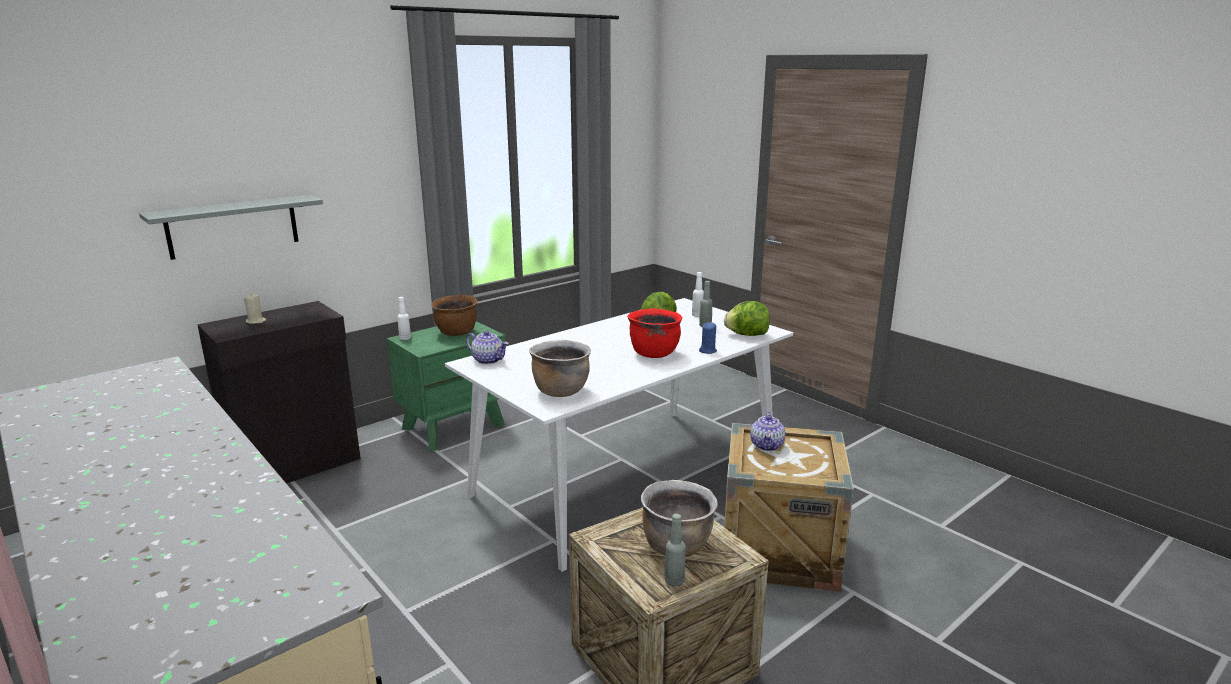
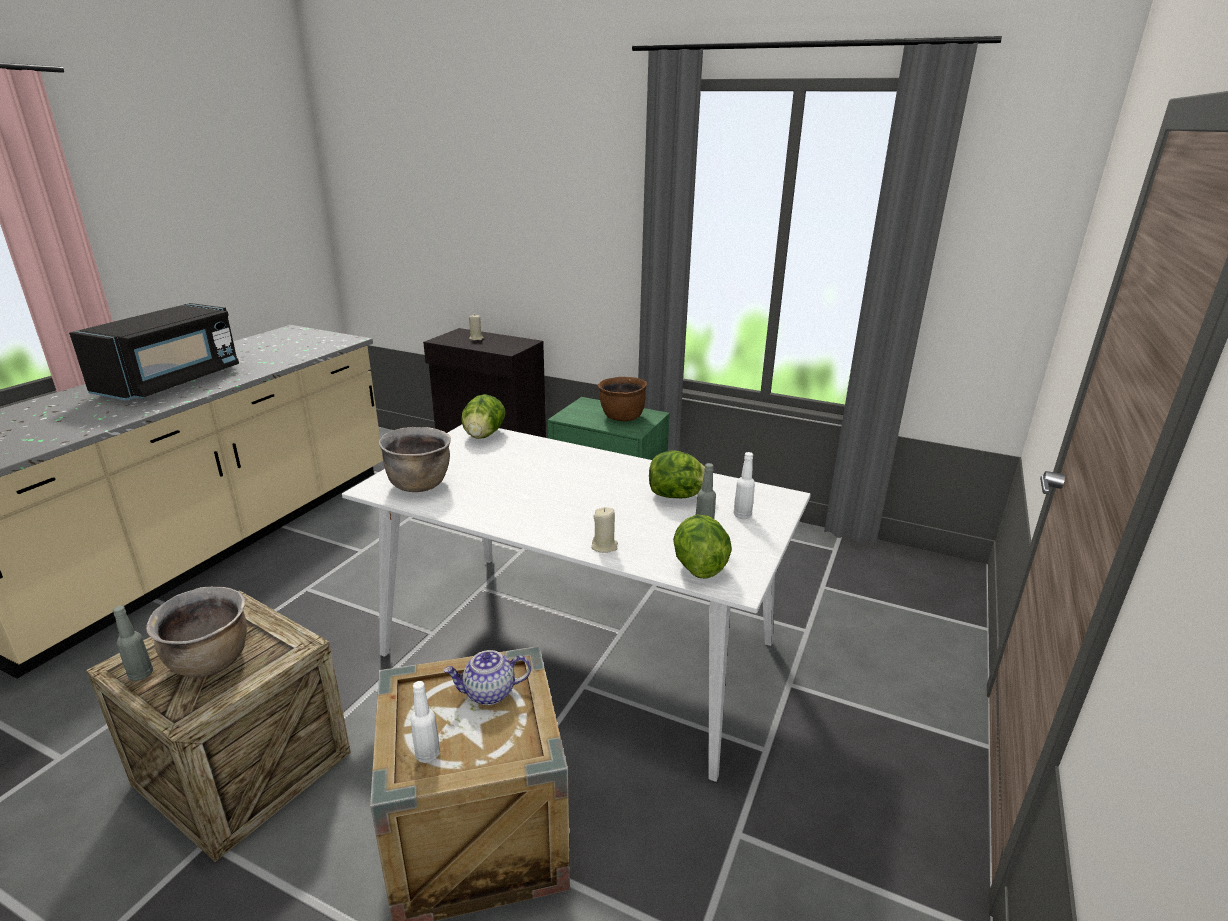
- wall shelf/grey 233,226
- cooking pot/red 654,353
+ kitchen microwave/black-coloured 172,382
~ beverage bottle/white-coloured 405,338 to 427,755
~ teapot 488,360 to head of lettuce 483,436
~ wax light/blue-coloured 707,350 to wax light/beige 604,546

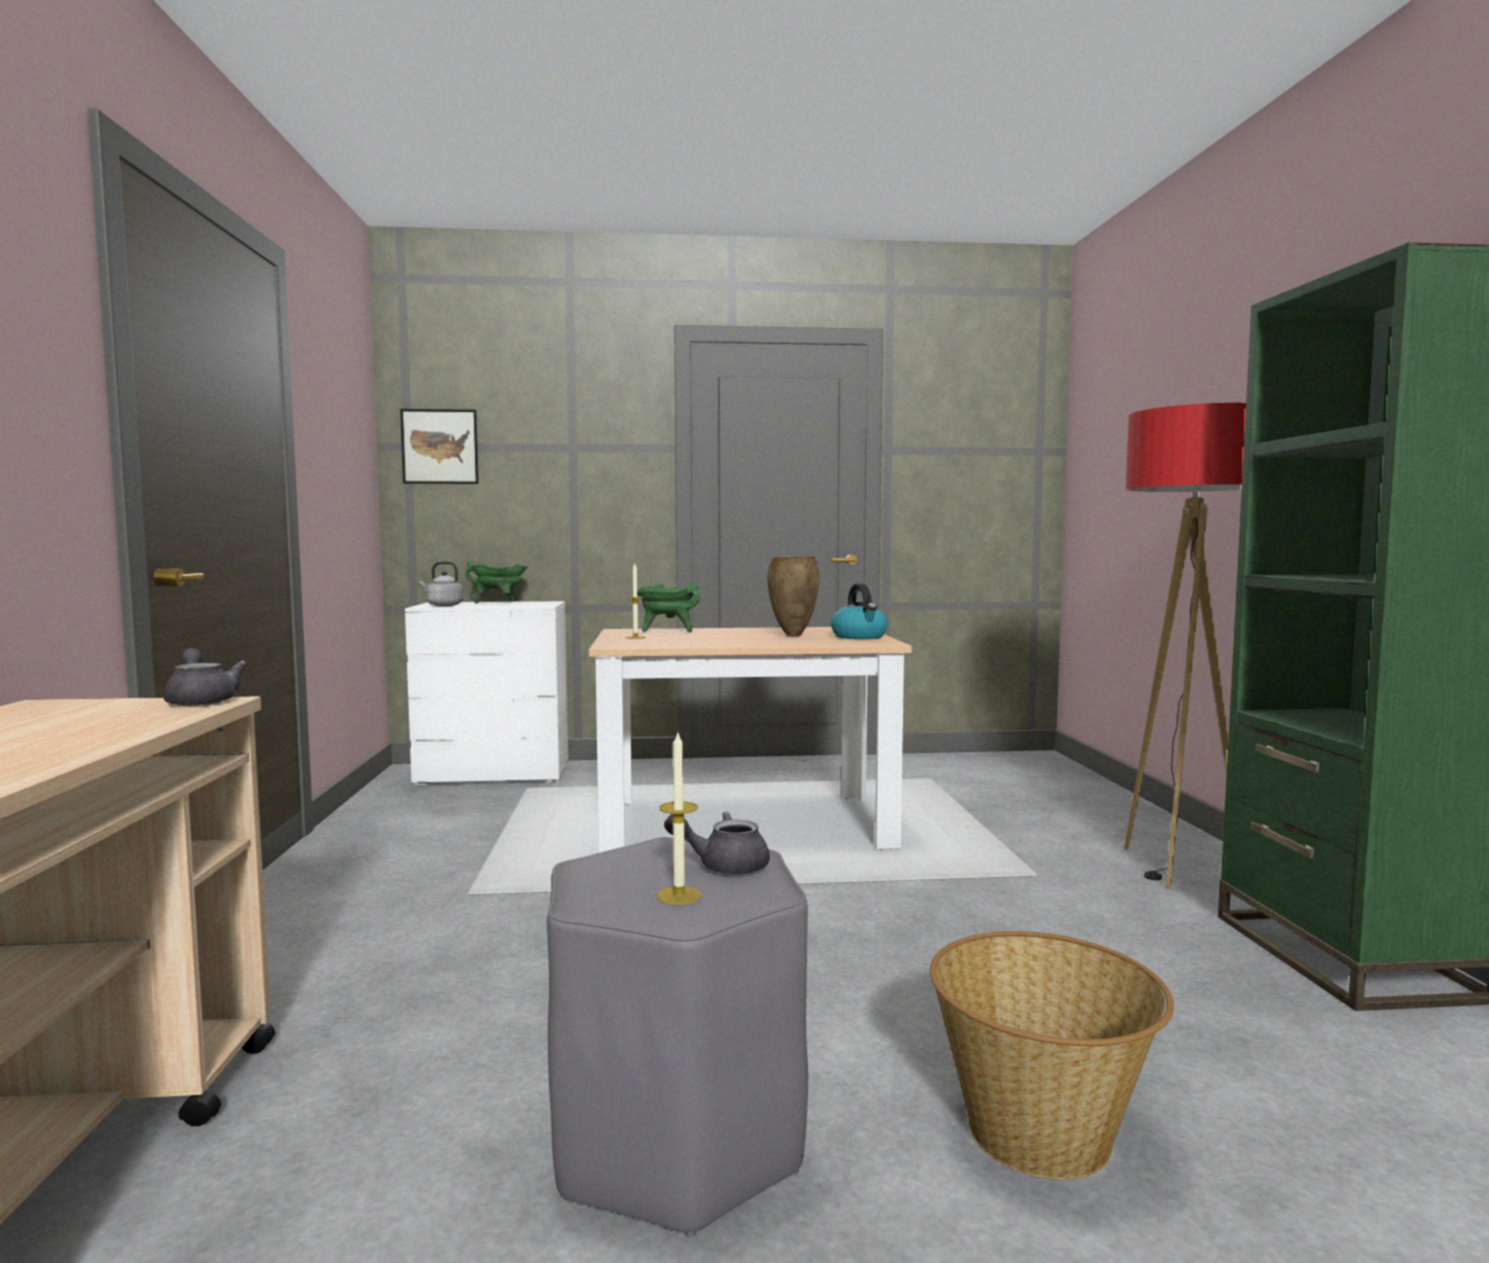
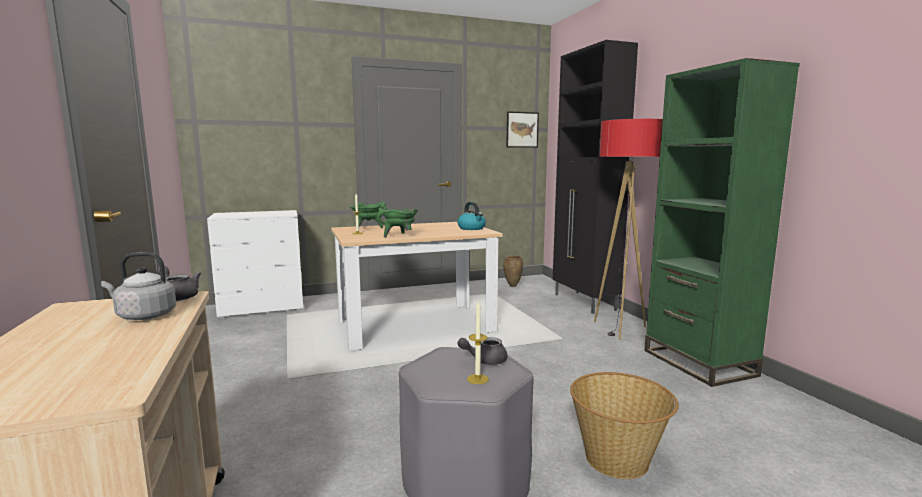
+ storage cabinet/black-coloured 584,302
~ wall picture 440,446 to 522,129
~ water kettle/grey 443,605 to 144,316
~ cooking pot/greenish 499,603 to 399,236
~ vase/brown-coloured 792,635 to 512,286

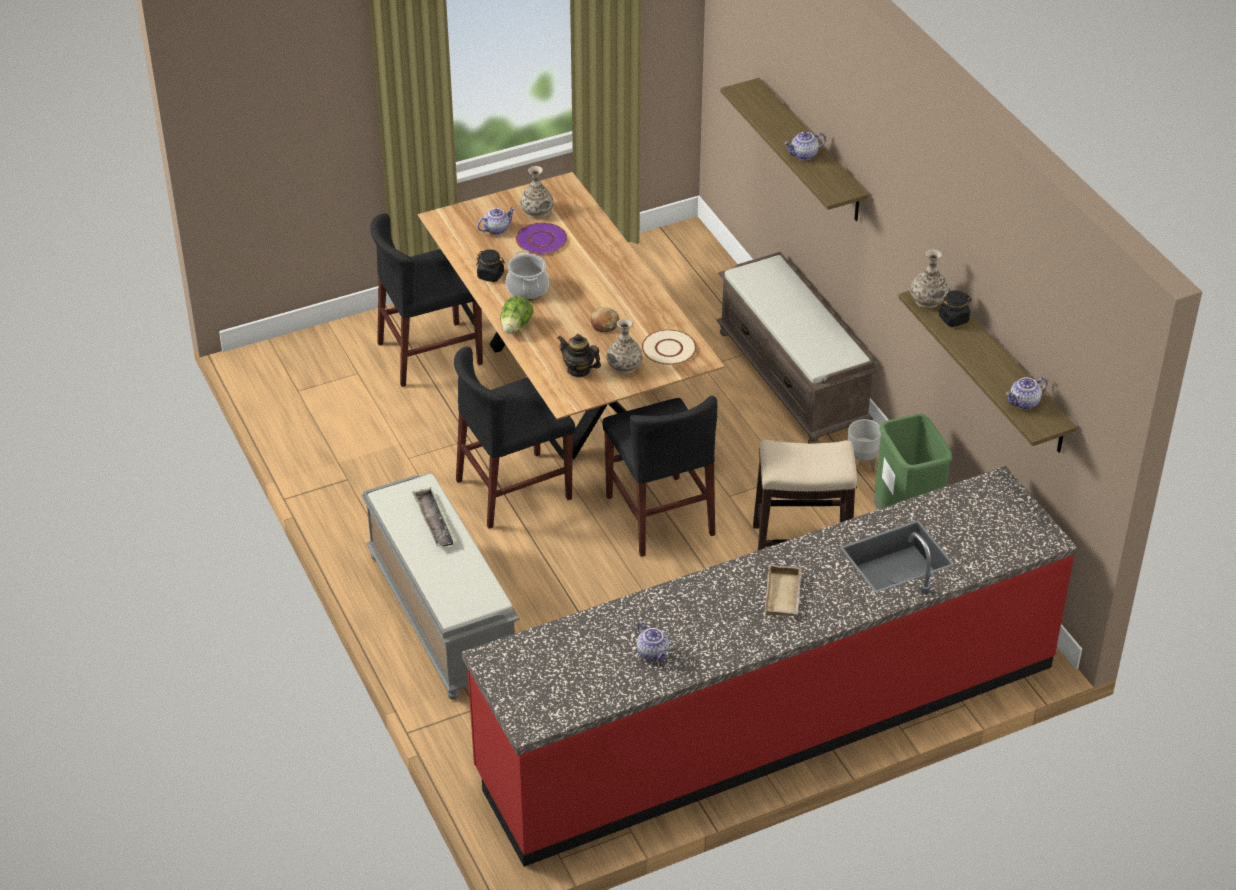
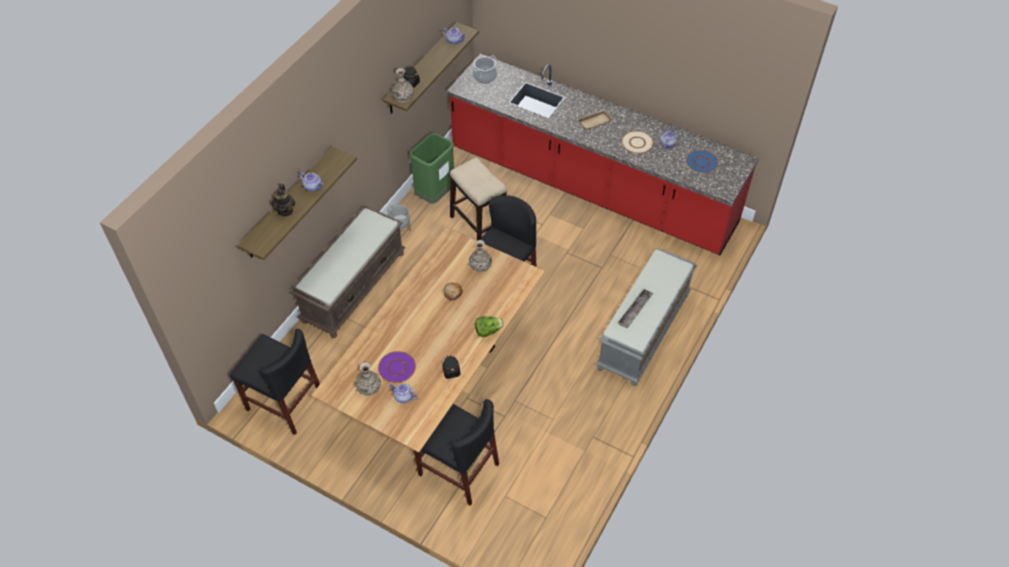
+ plate/blue-coloured 701,162
~ plain chair/black-coloured 514,489 to 285,402
~ cooking pot 527,289 to 485,76
~ teapot 579,370 to 285,210
~ plate/beige 668,348 to 637,143

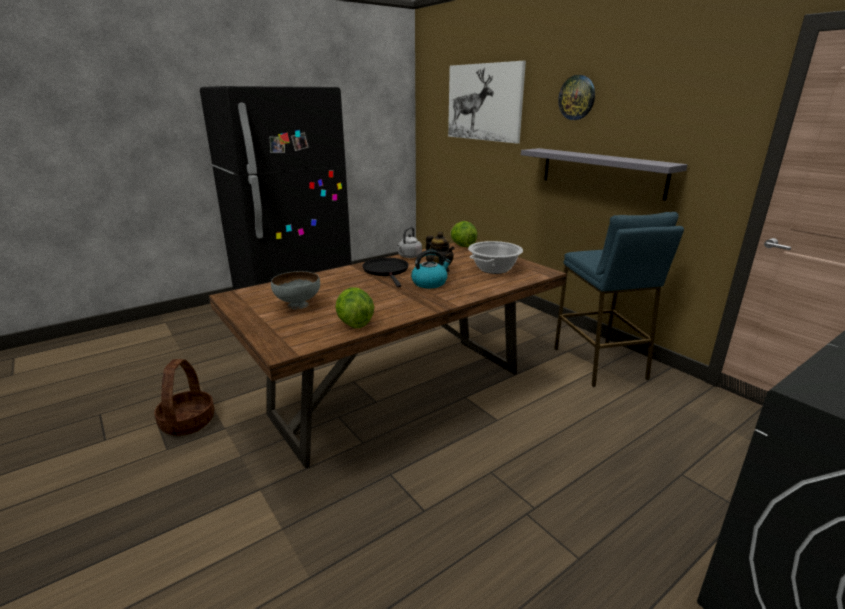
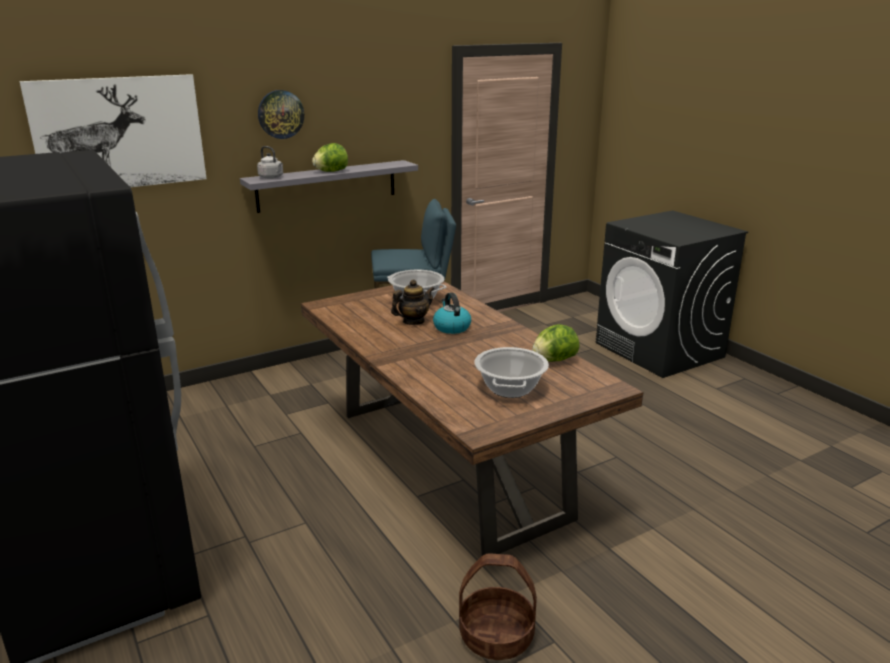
- pan/black-coloured 386,271
~ water kettle/grey 409,256 to 272,177
~ head of lettuce 462,246 to 331,171
~ serving bowl/grey 298,305 to cooking pot 510,389

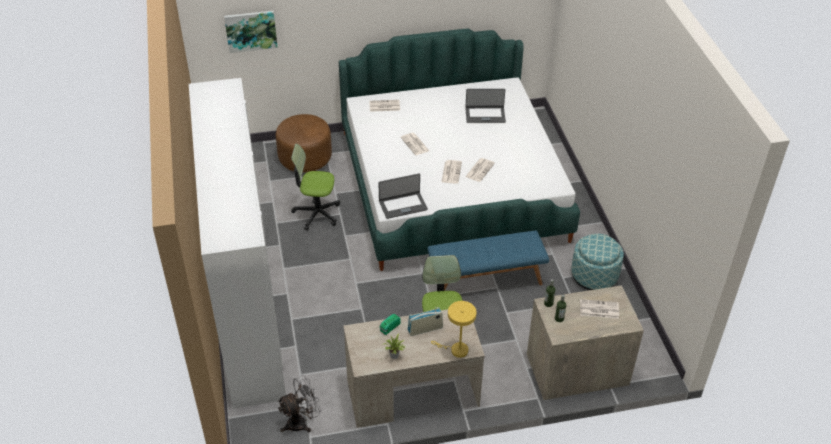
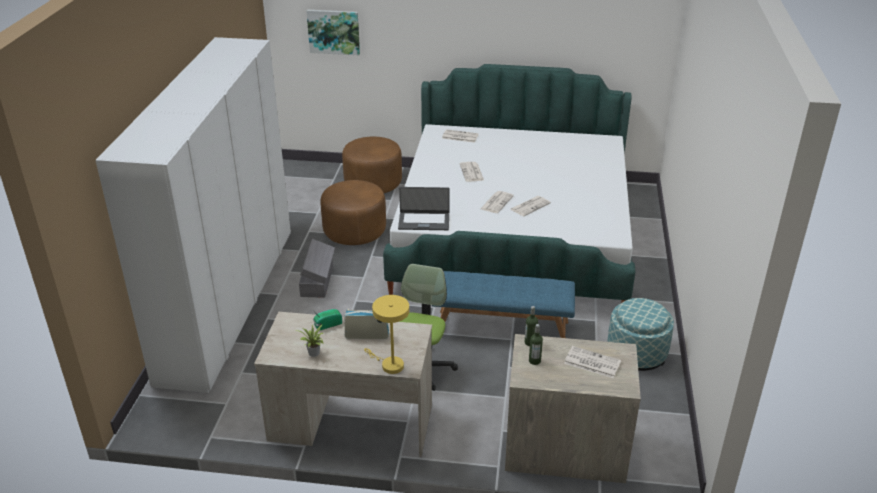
- fan/grey 301,422
- notebook computer 485,115
+ storage box/grey 318,281
~ computer chair 317,213 to pouffe/brown-coloured 354,231

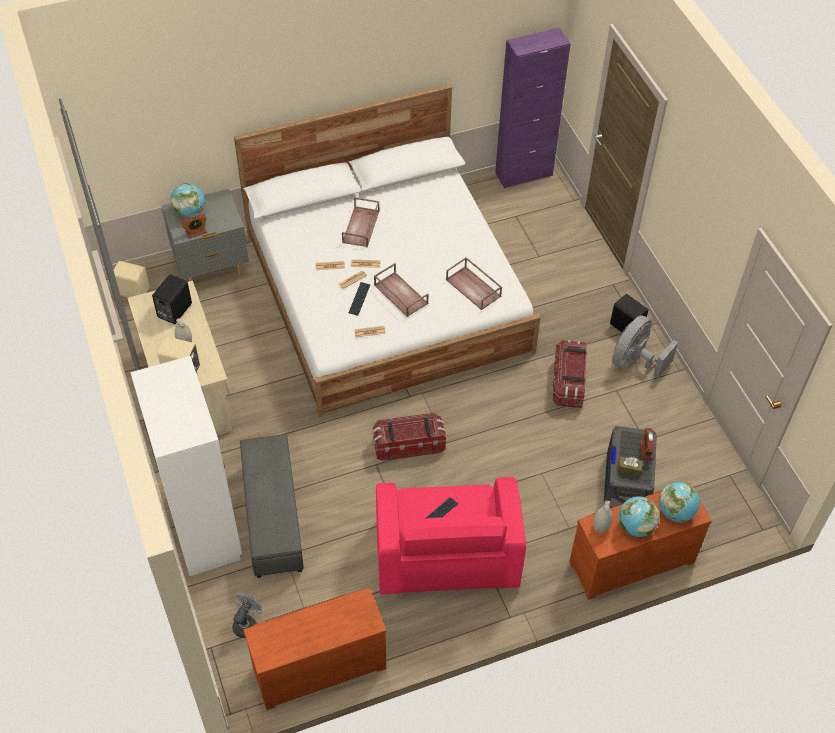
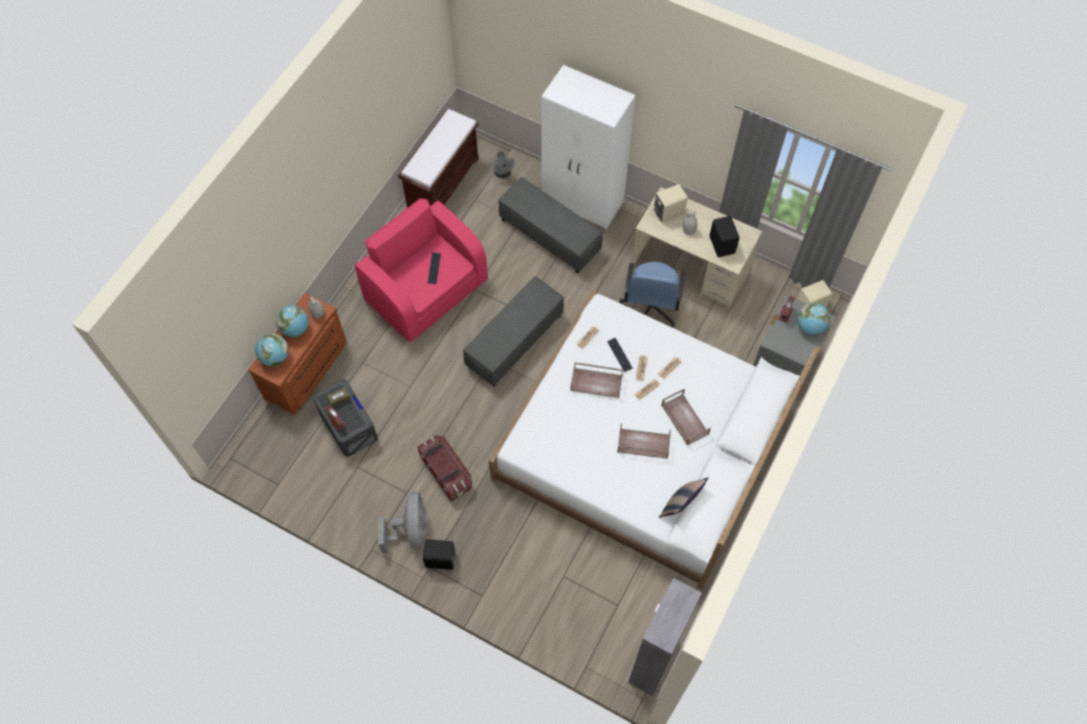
+ computer chair/blue-coloured 650,308
+ throw pillow 680,505
~ carrying tray/brown-coloured 474,288 to 643,444
~ drawer chest/brown-coloured 318,665 to bench/brown-coloured 443,182
~ storage box 408,445 to pouffe/grey 514,340
~ storage cabinet/purple-coloured 524,174 to storage cabinet/grey 653,662

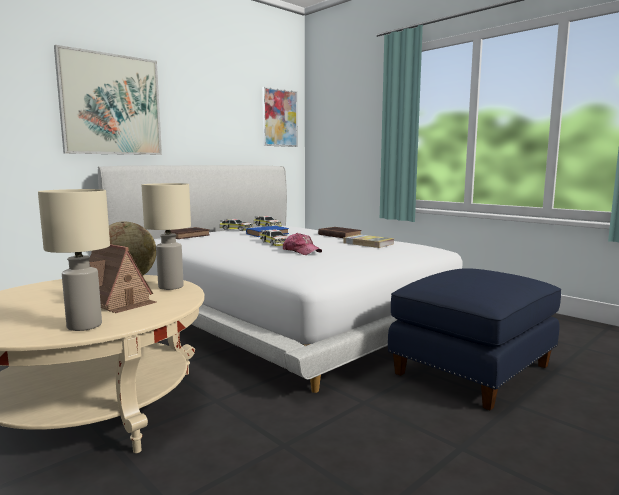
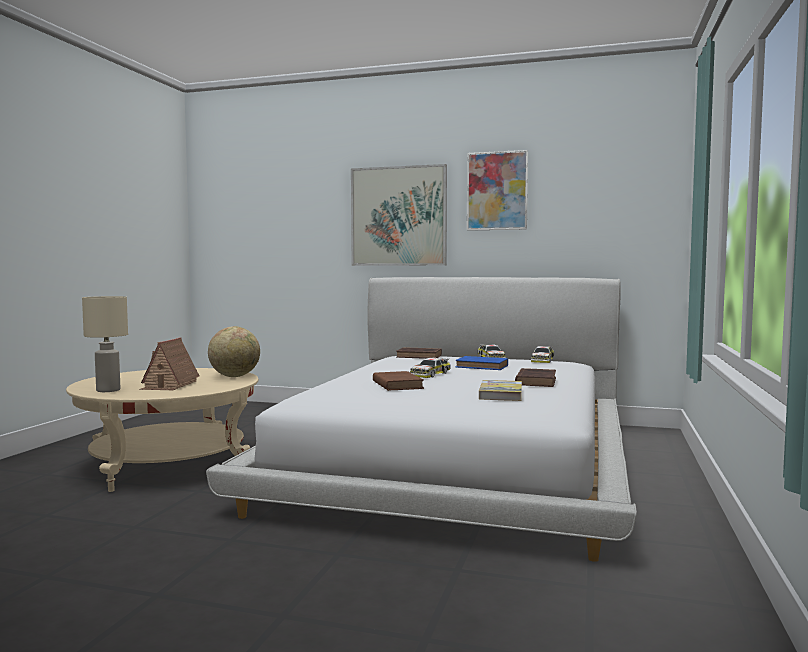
- lamp for a table/beige 170,287
- pouffe/blue-coloured 471,369
~ wall picture 279,118 to 497,191
~ baseball cap 301,251 to bound book/brown-coloured 397,384

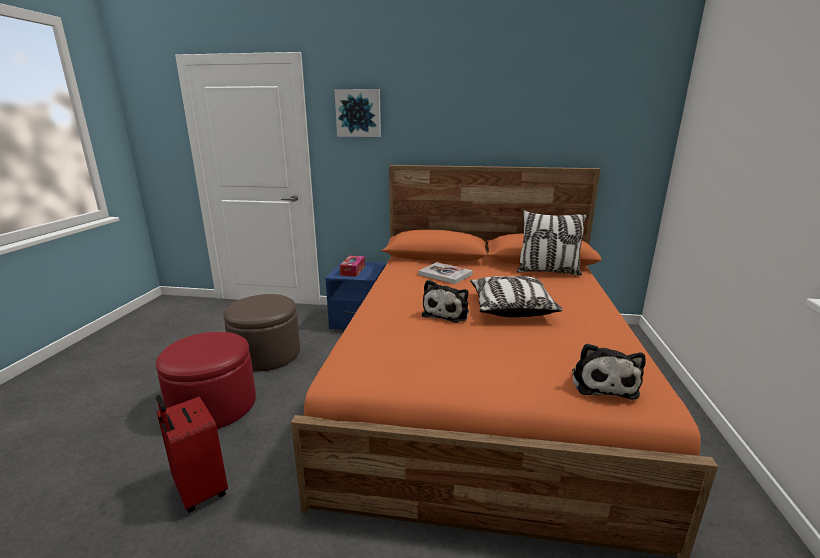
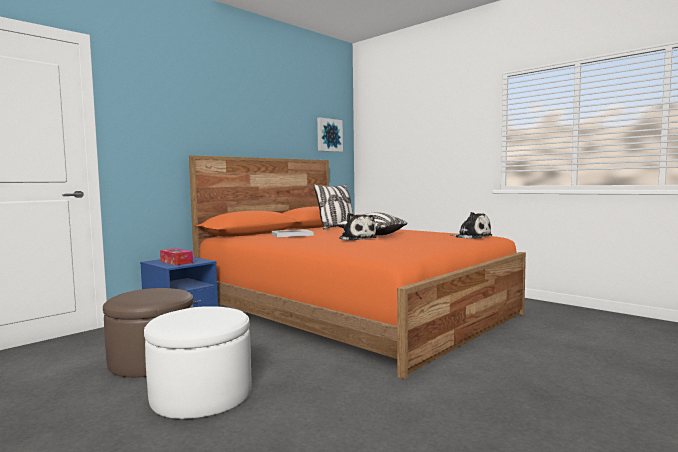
- piece of luggage/red 199,491
~ wall picture 358,113 to 329,135
~ pouffe/red 213,405 to pouffe/white-coloured 201,395

